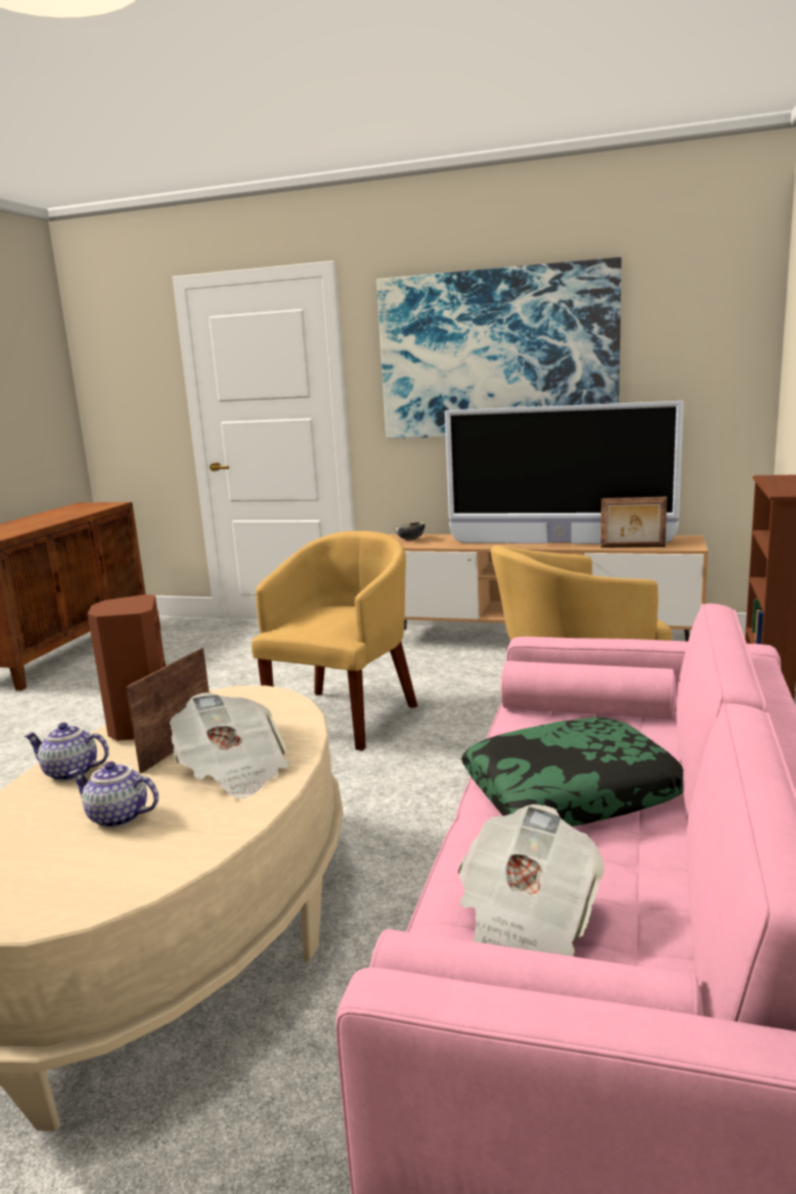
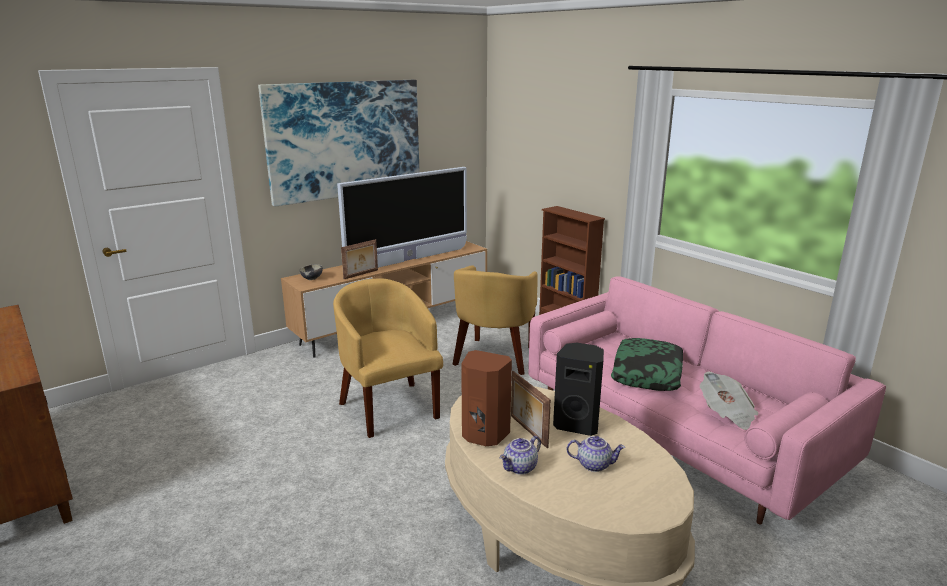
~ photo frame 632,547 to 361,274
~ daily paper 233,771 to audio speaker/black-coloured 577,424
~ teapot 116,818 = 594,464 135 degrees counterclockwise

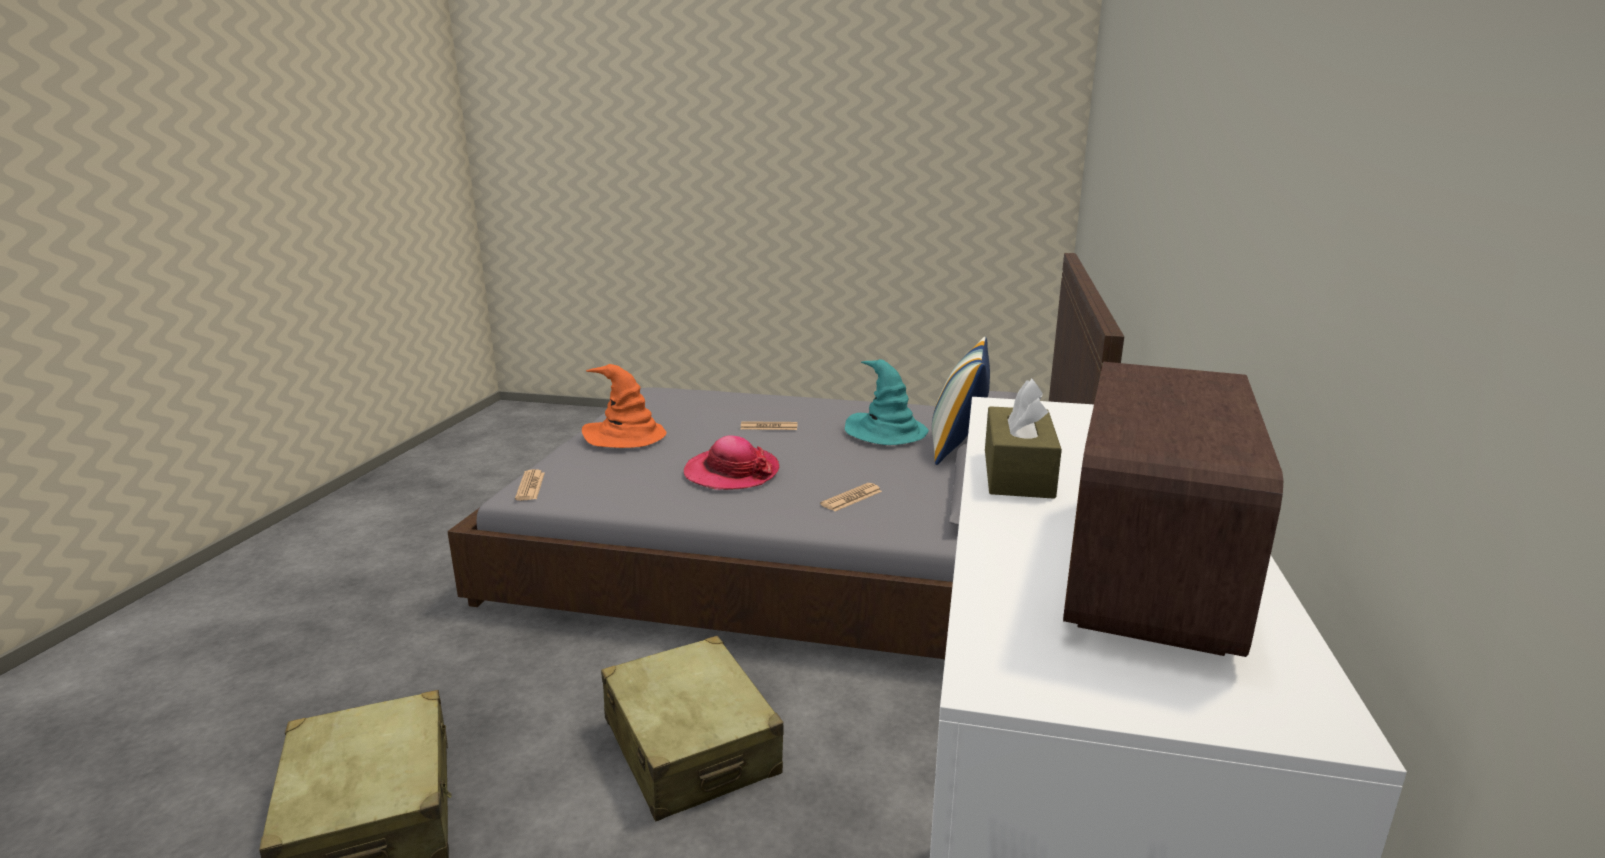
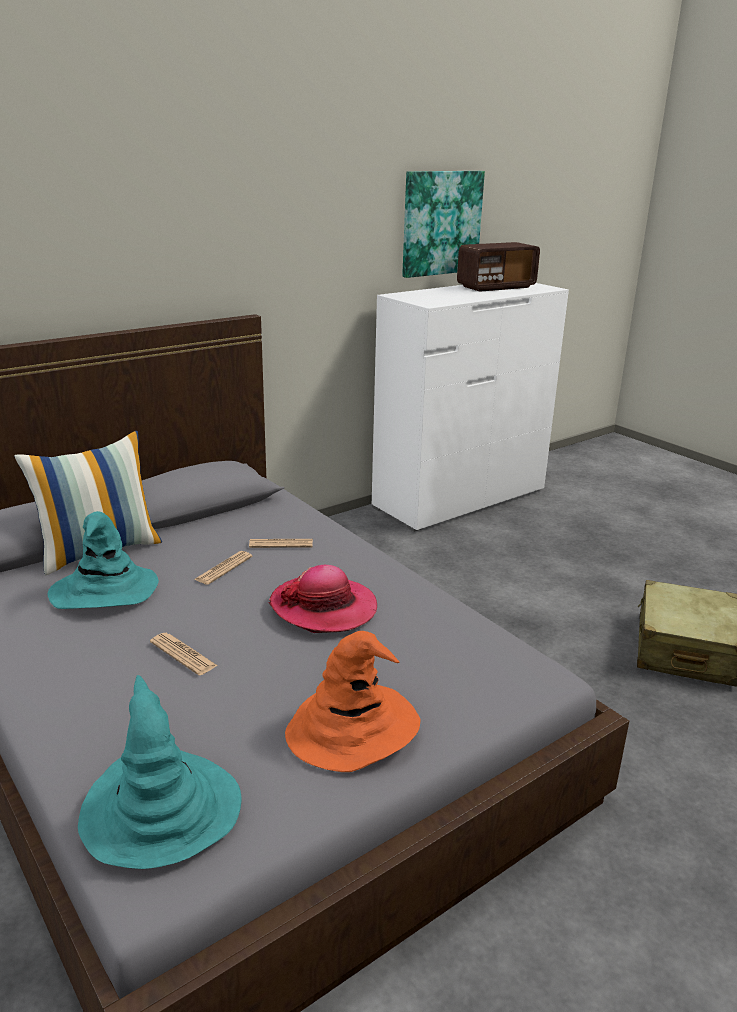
- piece of luggage/beige 691,746
- box of tissues/brown-coloured 1017,473
+ hat/turquoise-coloured 160,810
+ wall picture 441,223
~ daily paper 530,486 to 223,568

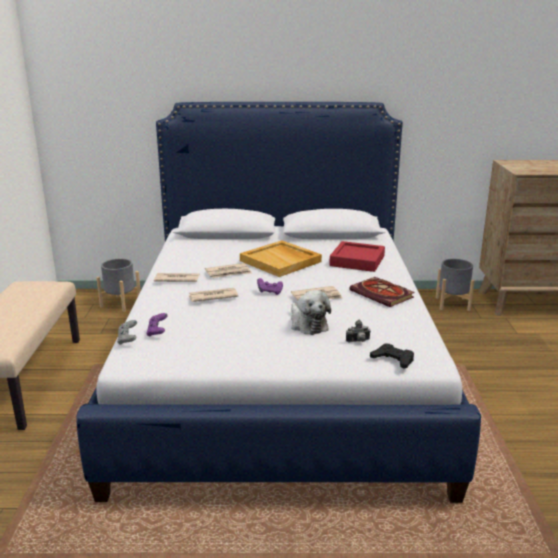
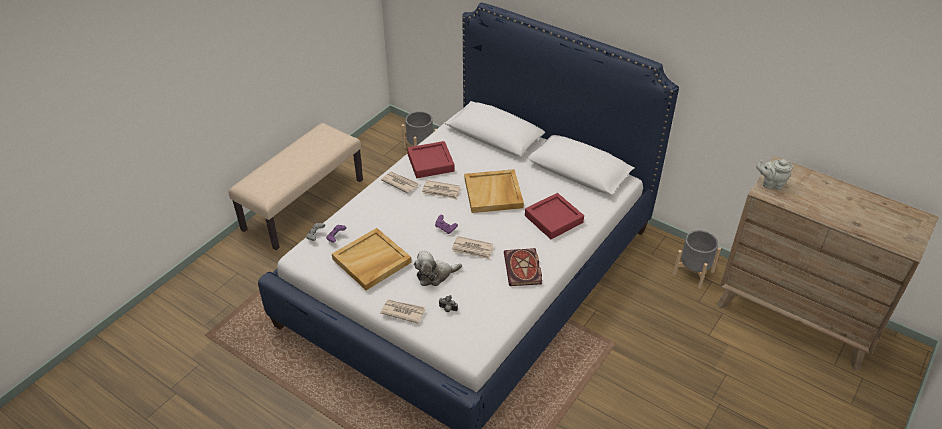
- game controller/black-coloured 393,359
+ carrying tray/beige 371,261
+ carrying tray/red 430,163
+ teapot/grey 771,184
~ daily paper 212,297 to 403,311
~ plush toy 307,324 = 435,275 60 degrees clockwise

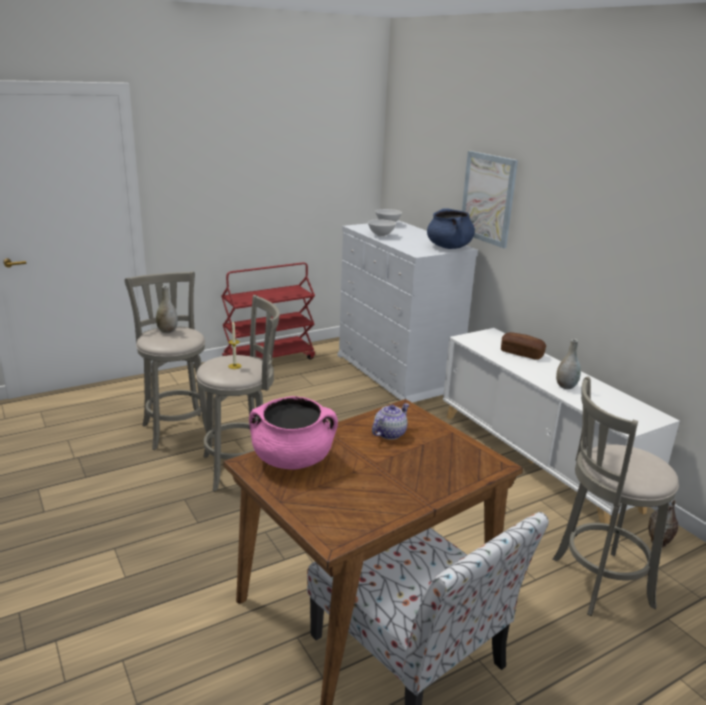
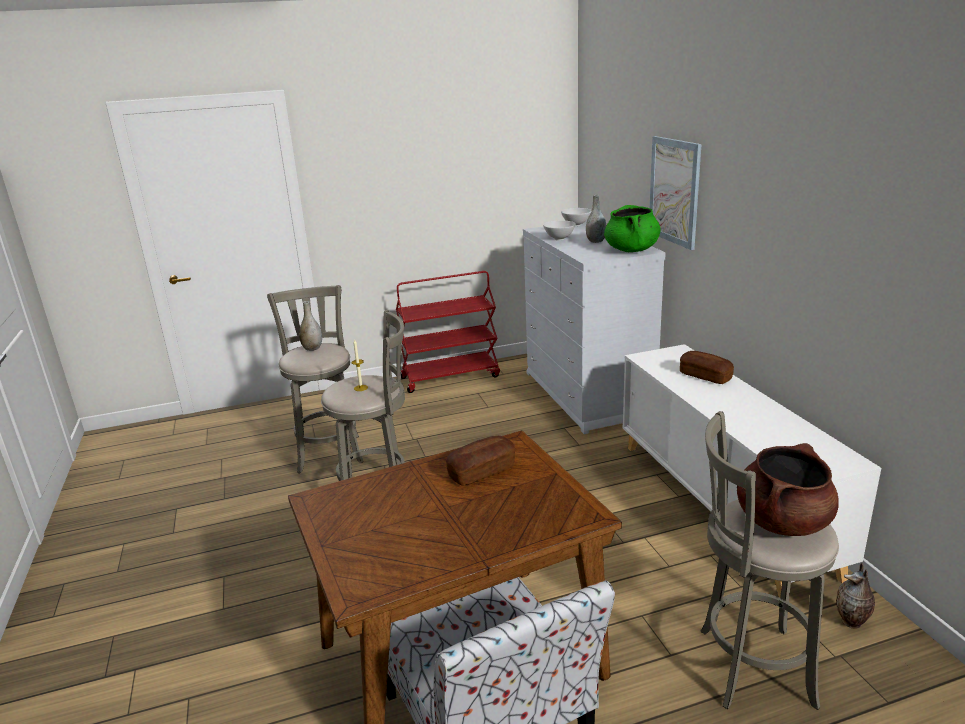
- cooking pot/pinkish 293,460
+ cooking pot/brown-coloured 782,521
~ vase/grey 566,386 to 596,241
~ teapot 389,433 to baked bread 482,471
~ cooking pot/blue-coloured 449,247 to cooking pot/greenish 631,250

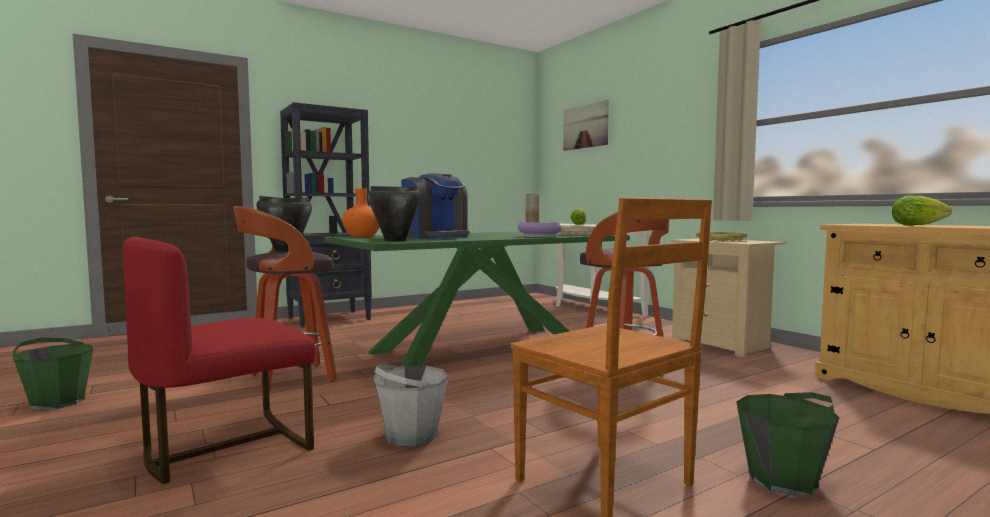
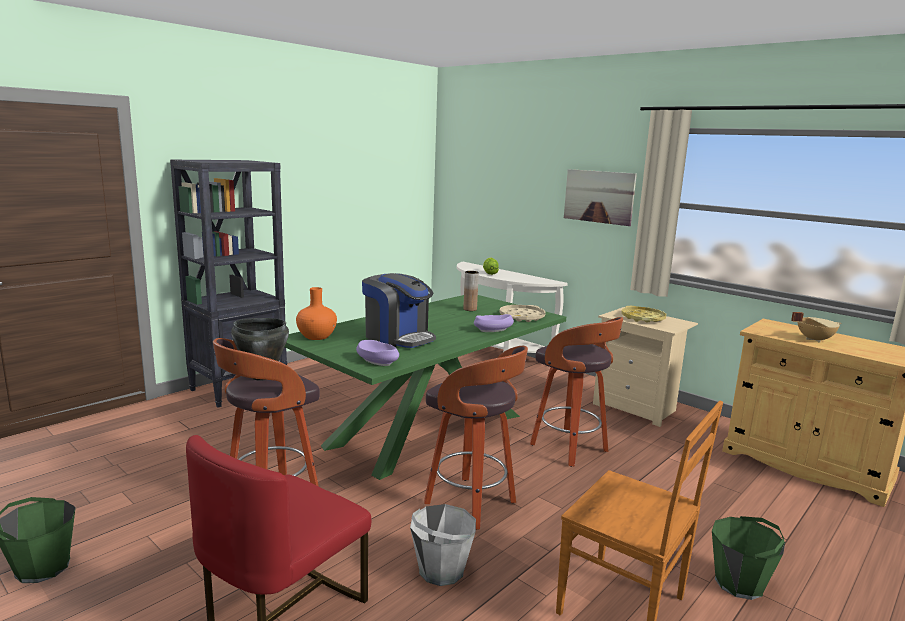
+ sitting stool 472,504
~ wall picture 585,126 to 599,196
~ cooking pot/black-coloured 395,240 to serving bowl/purple-coloured 377,361
~ head of lettuce 916,225 to cooking pot/beige 814,339

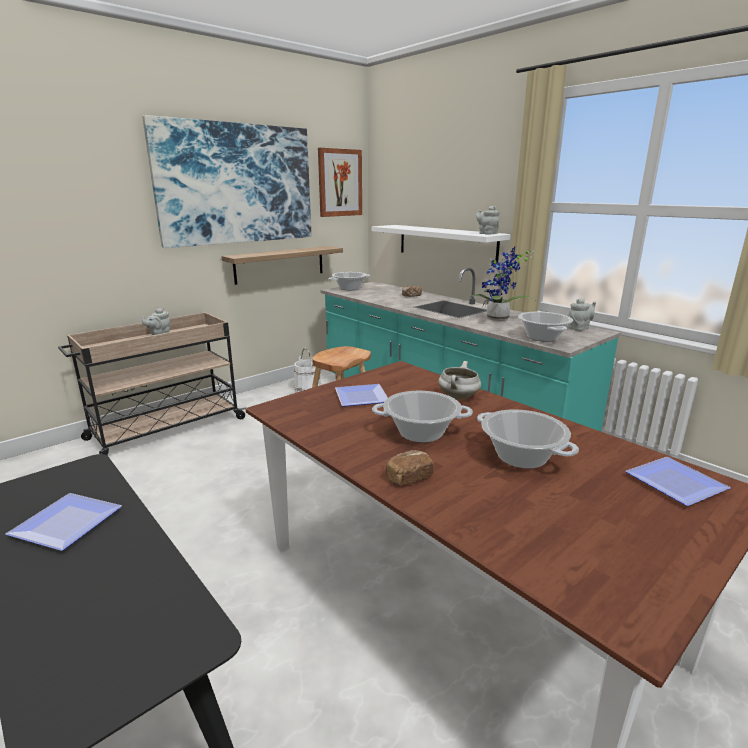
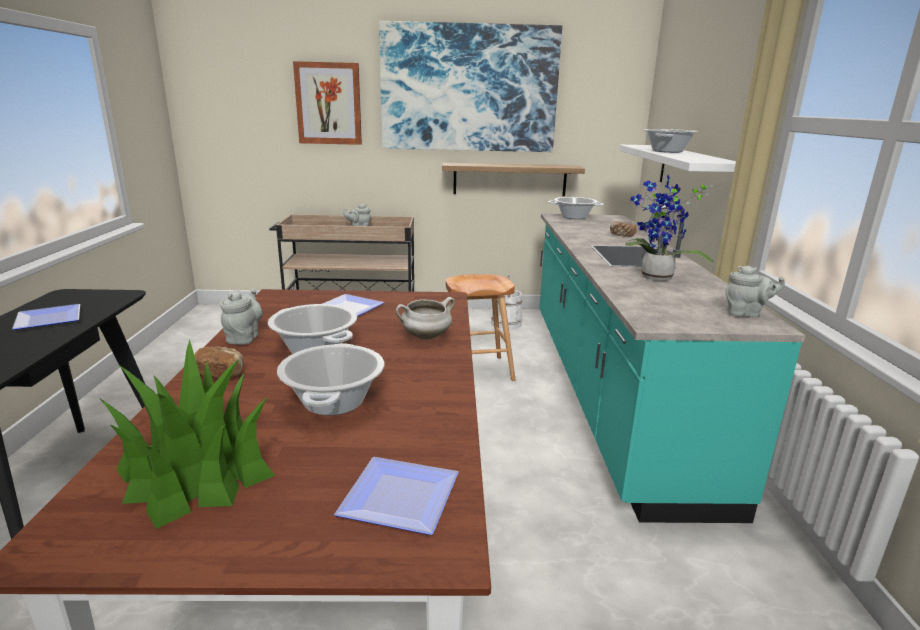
+ potted plant 196,472
~ wall picture 340,183 to 328,104
~ teapot/grey 486,233 to 244,337
~ cooking pot 542,337 to 667,151

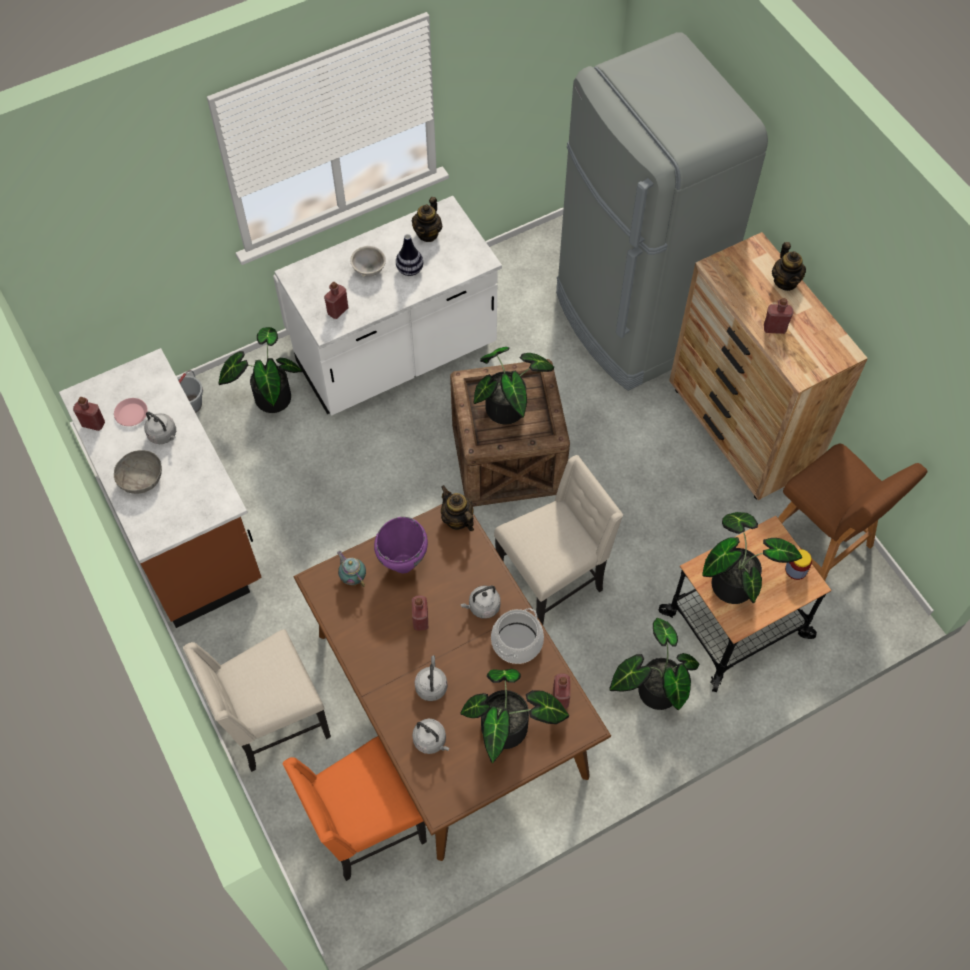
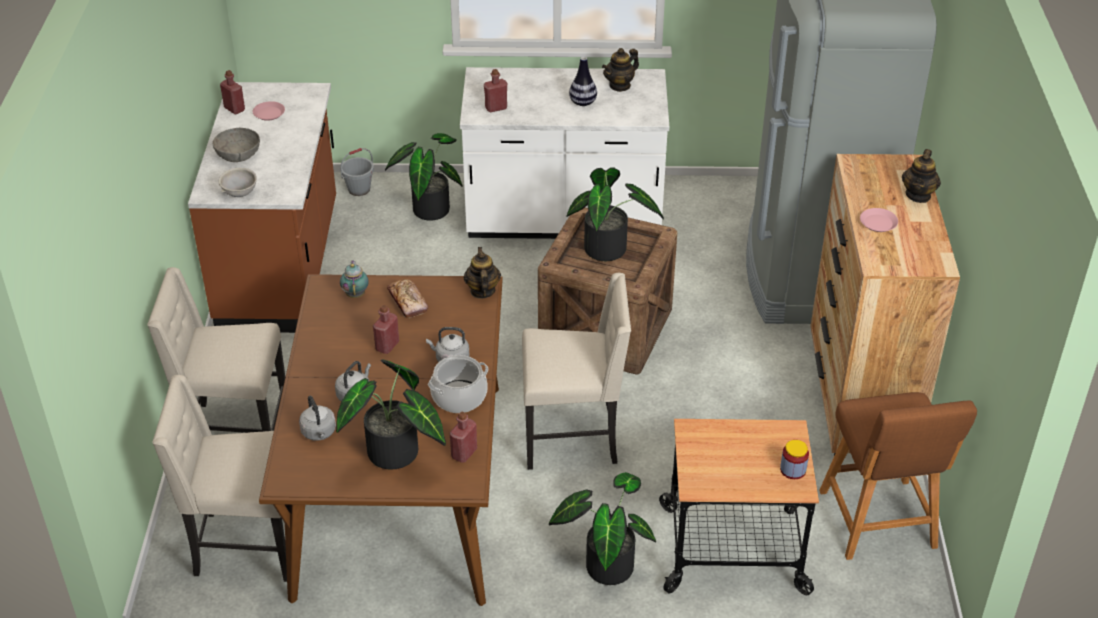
- water kettle/grey 163,435
- potted plant 734,580
~ serving bowl/grey 369,270 to 240,194
~ cooking pot/purple-coloured 404,564 to baked bread 408,302
~ beverage bottle/red 774,328 to plate/pinkish 878,223
~ plain chair/orangey 366,827 to plain chair/beige 246,545

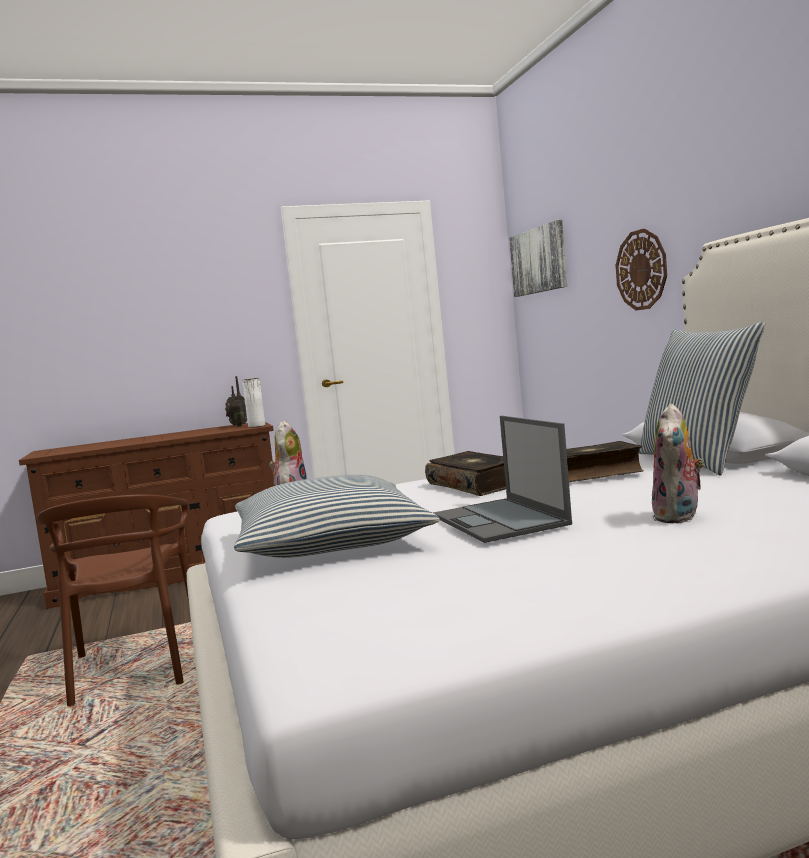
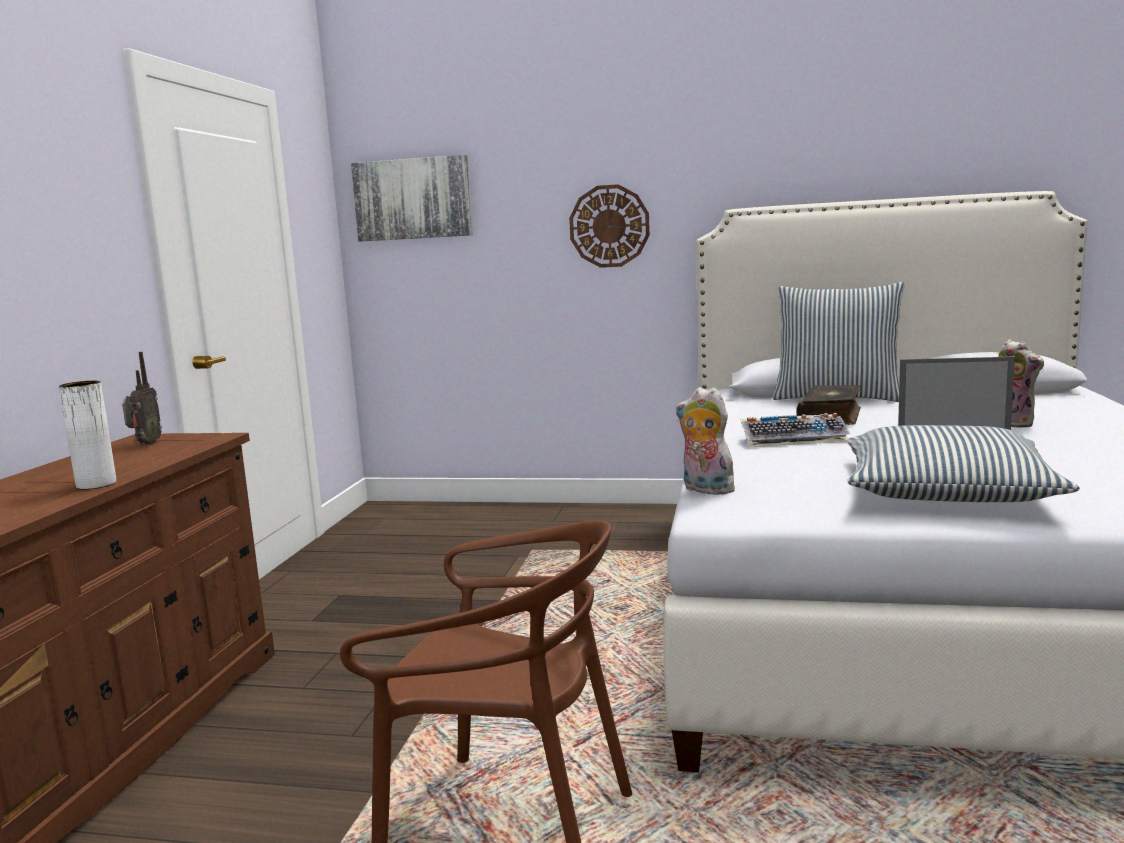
~ vase/white-coloured 256,426 to 96,484
~ bound book 475,485 to keyboard 794,439

